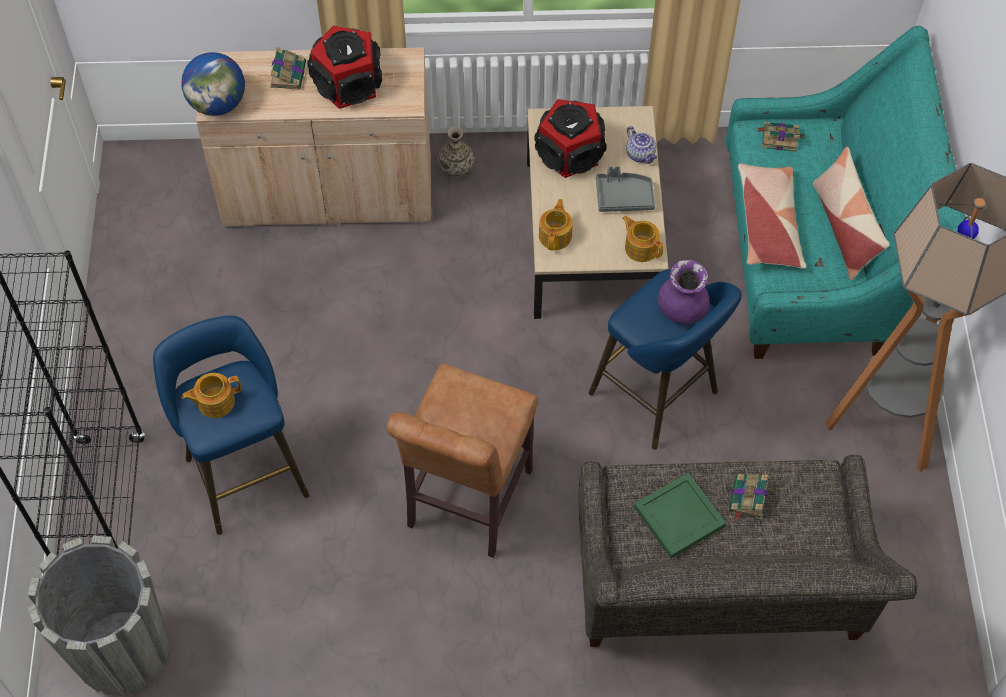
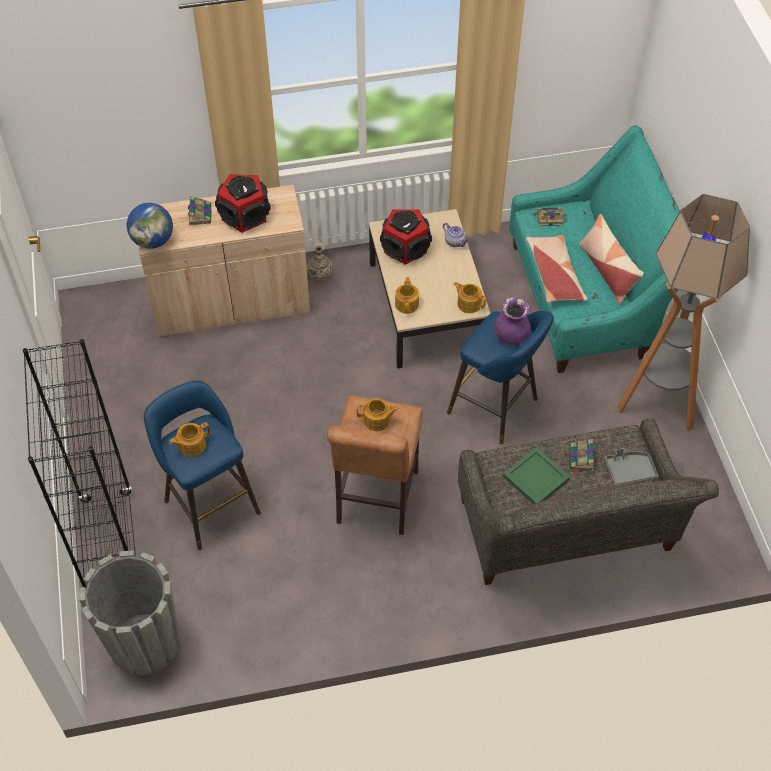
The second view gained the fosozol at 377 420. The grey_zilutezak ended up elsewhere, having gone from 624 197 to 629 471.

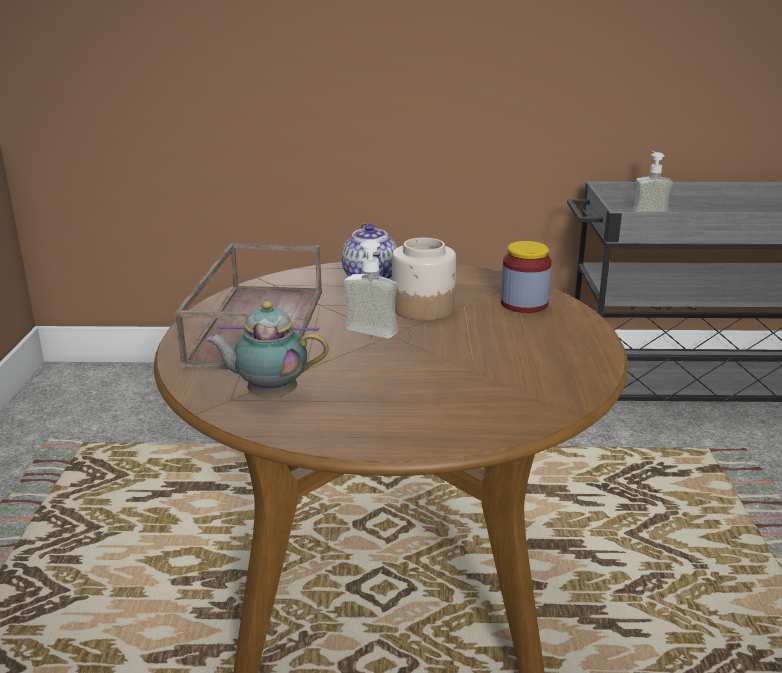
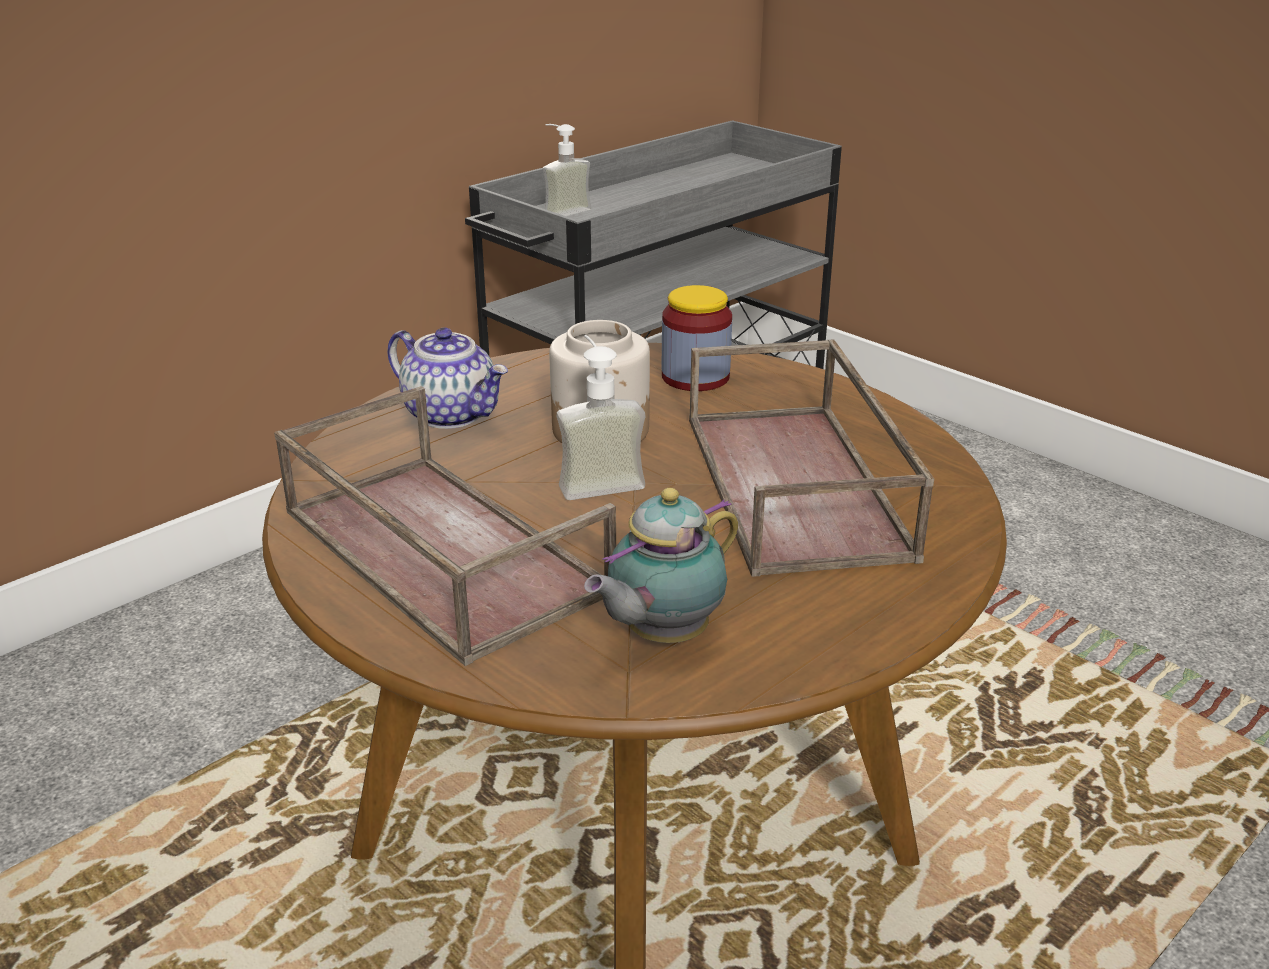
The second view gained the brown_zilutezak at 799 486.

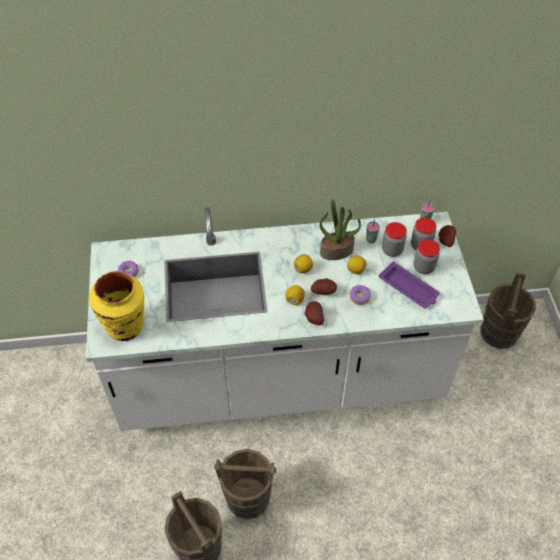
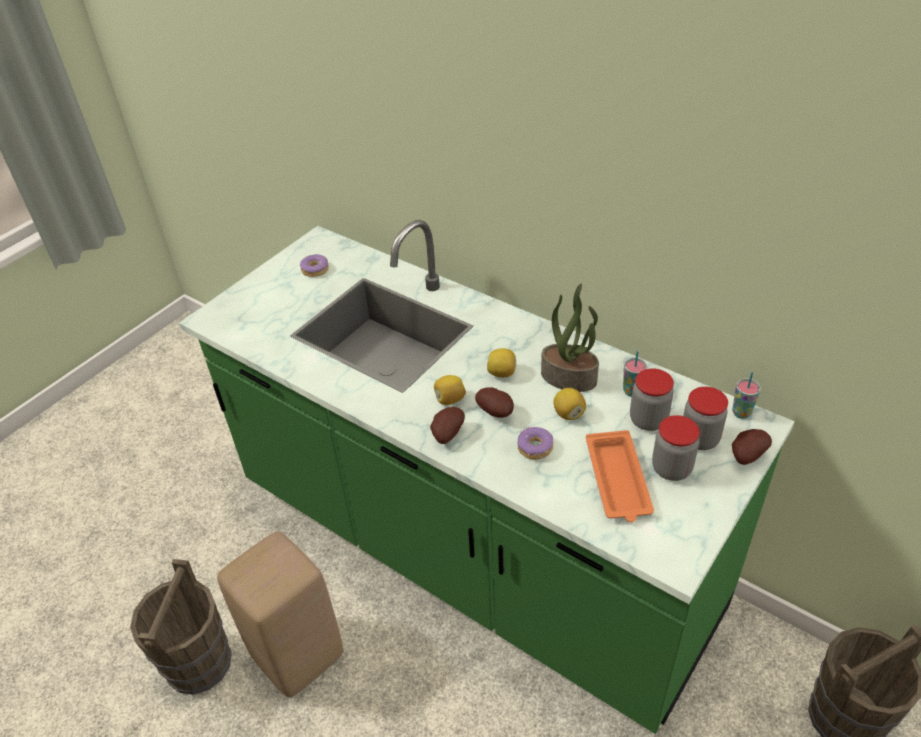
What was the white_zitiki at 280 377 turned into the green_zitiki at 471 549. Where the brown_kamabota stood at 247 497, the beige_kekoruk came to stand at 298 653. What was the purple_zilutezak at 409 288 turned into the orange_zilutezak at 618 481. The second view lost the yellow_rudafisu at 125 327.

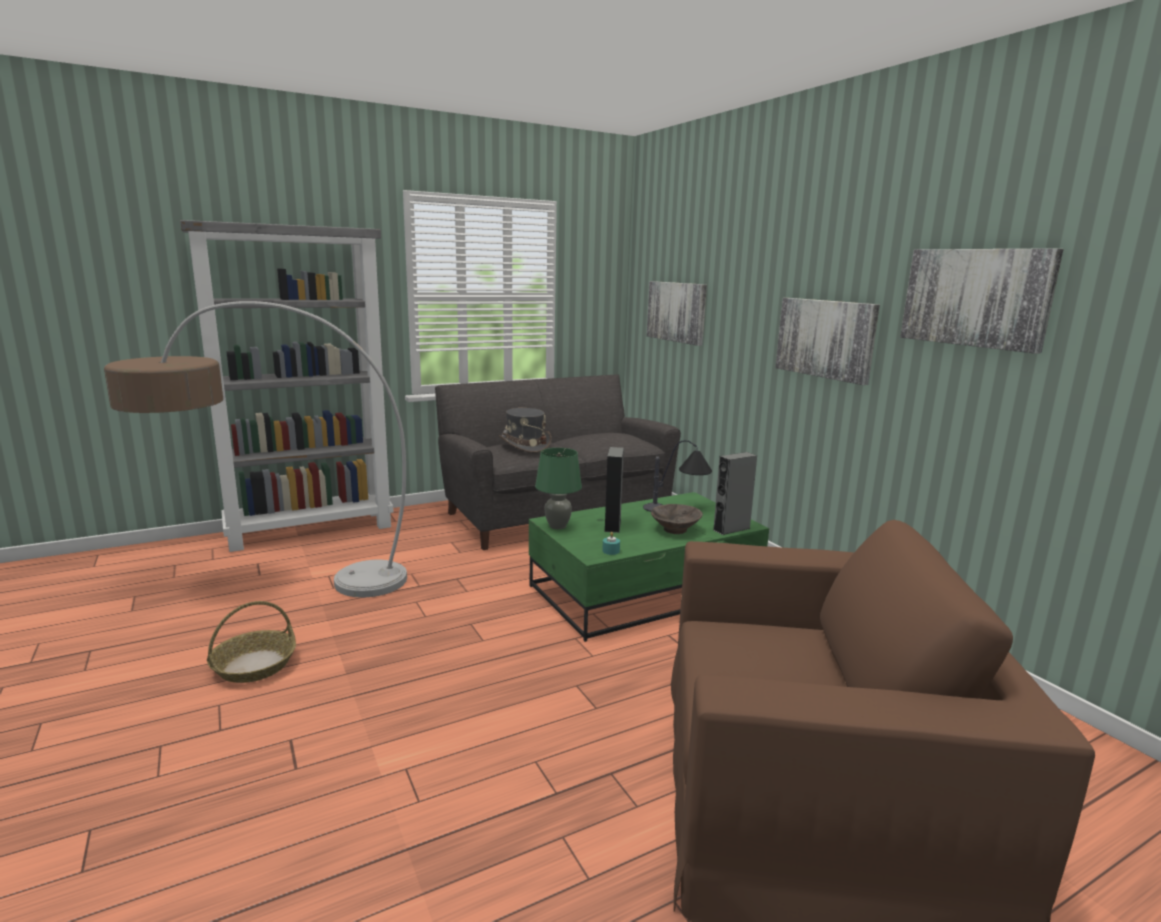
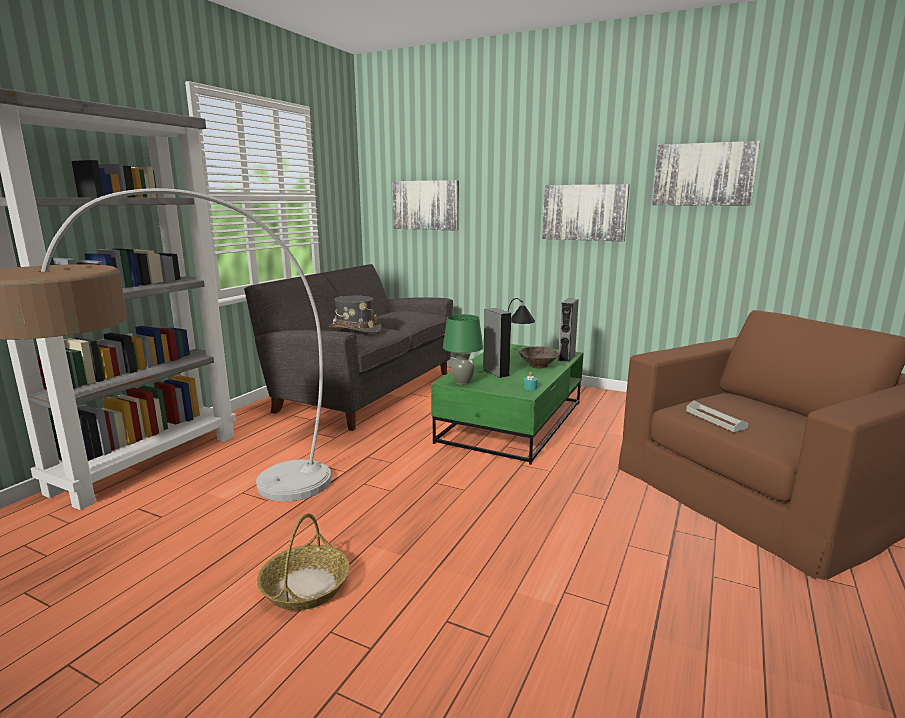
The second view gained the grey_zilutezak at 715 419.

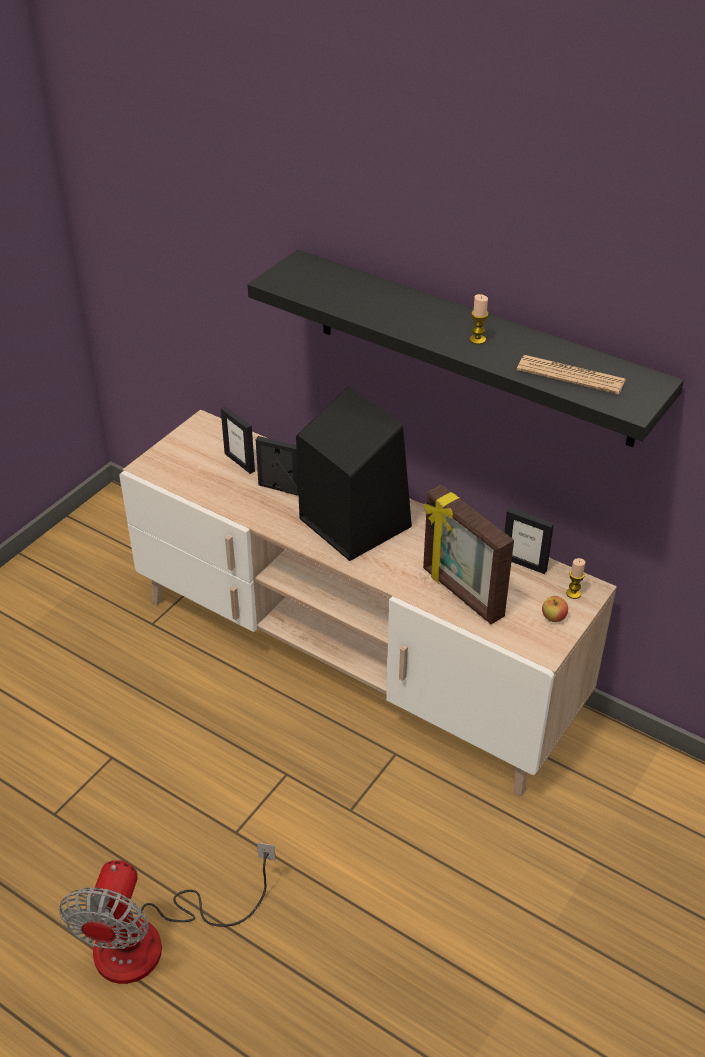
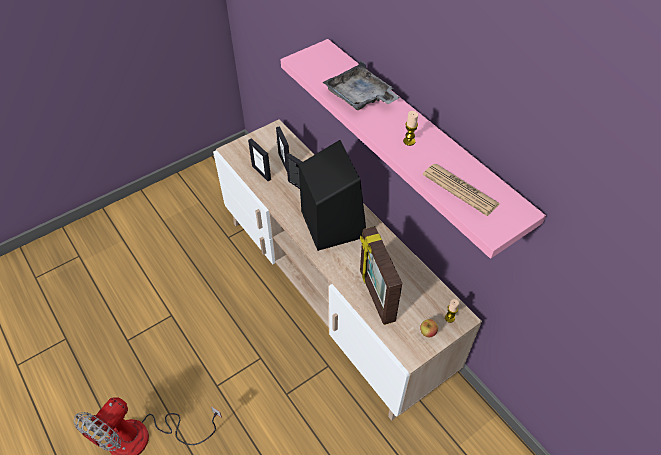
The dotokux ended up elsewhere, having gone from 524 563 to 261 172. What was the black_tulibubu at 472 348 turned into the pink_tulibubu at 418 139. The second view gained the grey_zilutezak at 360 97.

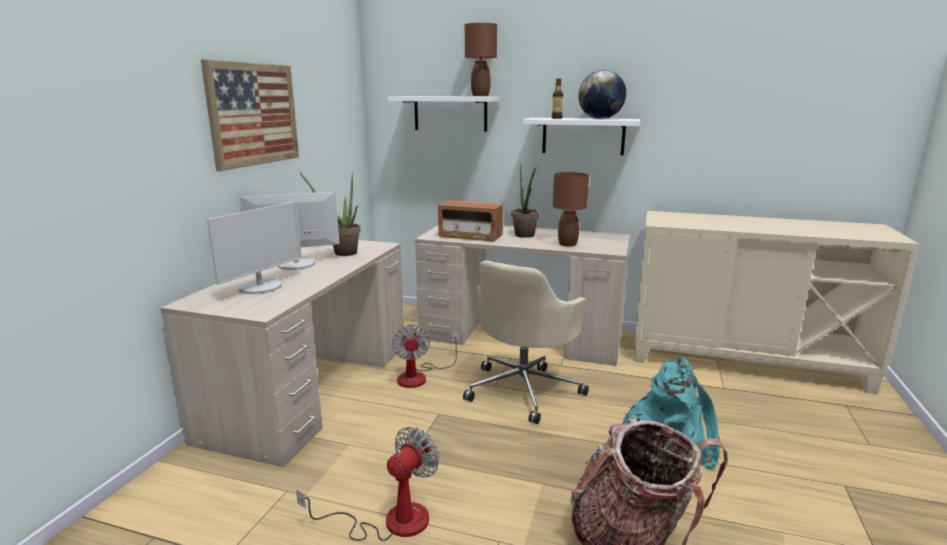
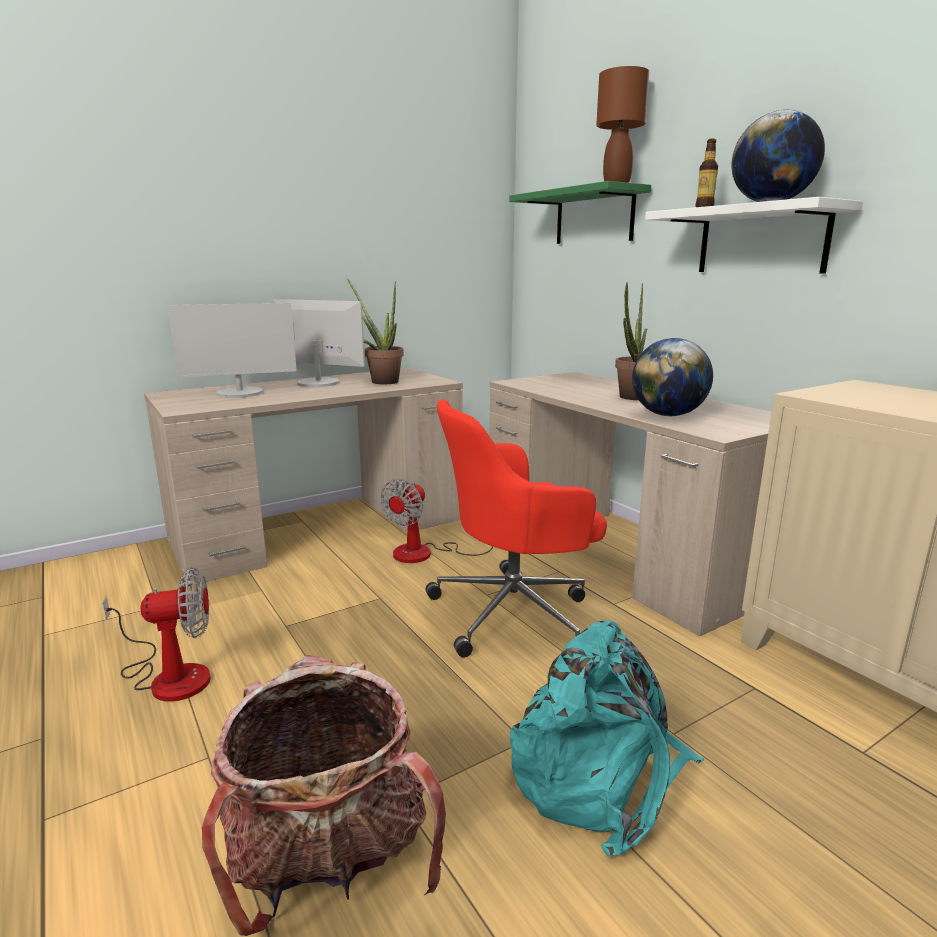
What was the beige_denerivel at 524 389 turned into the red_denerivel at 515 612. What was the white_tulibubu at 450 113 turned into the green_tulibubu at 594 217. Where the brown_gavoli stood at 568 244, the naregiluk came to stand at 668 415. The second view lost the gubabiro at 254 114. The second view lost the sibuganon at 470 236.

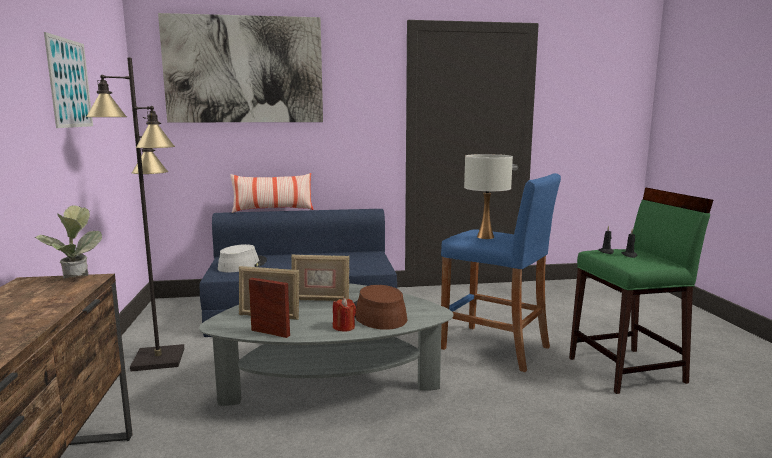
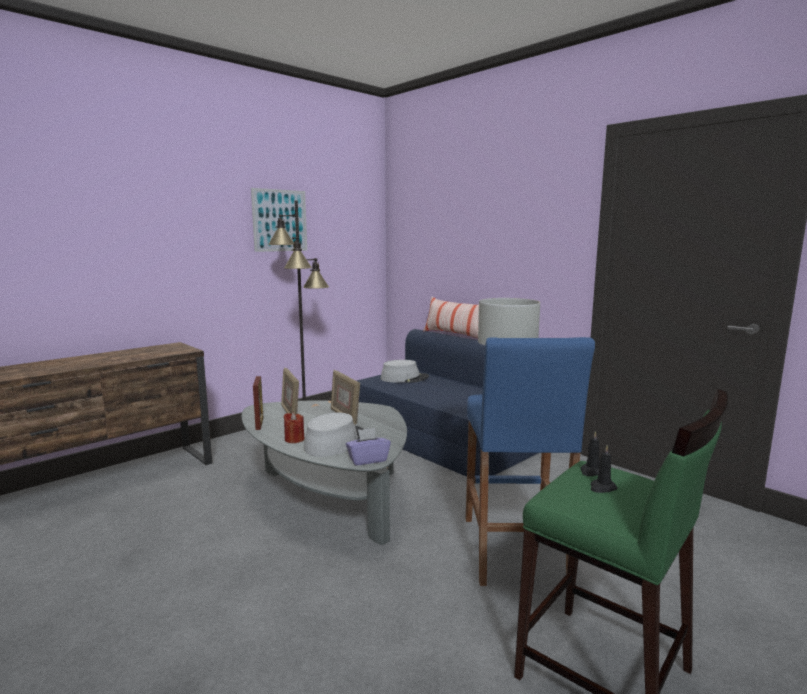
What was the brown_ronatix at 377 315 turned into the grey_ronatix at 335 442. The second view gained the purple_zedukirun at 368 459. The second view lost the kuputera at 75 280. The second view lost the gubabiro at 244 70.

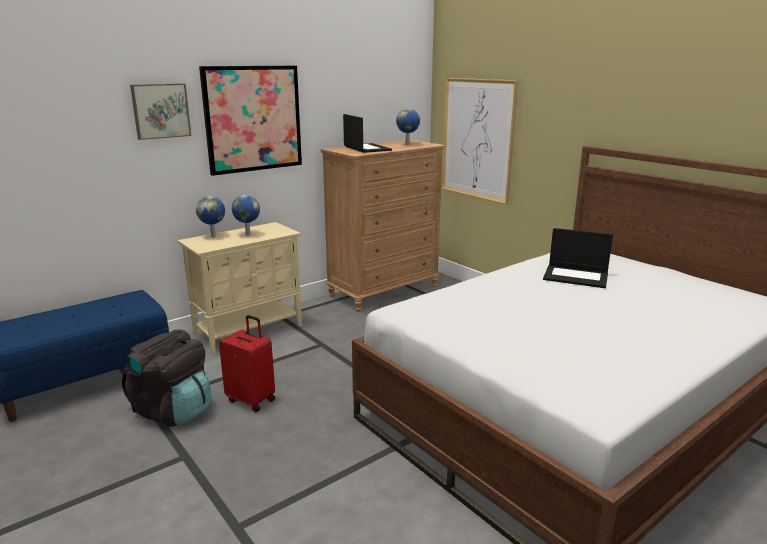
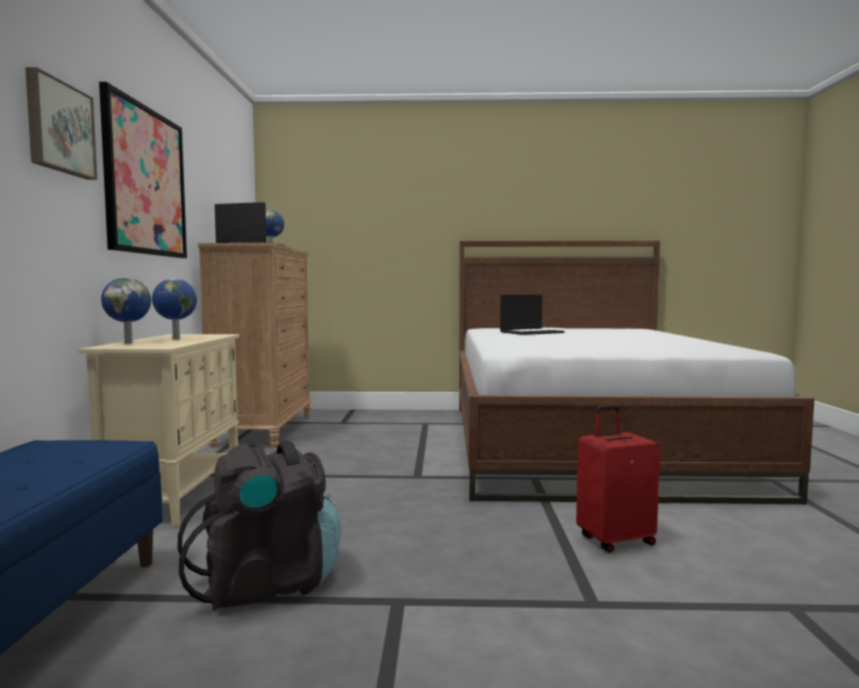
The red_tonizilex ended up elsewhere, having gone from 252 400 to 615 540. The second view lost the gubabiro at 477 139.

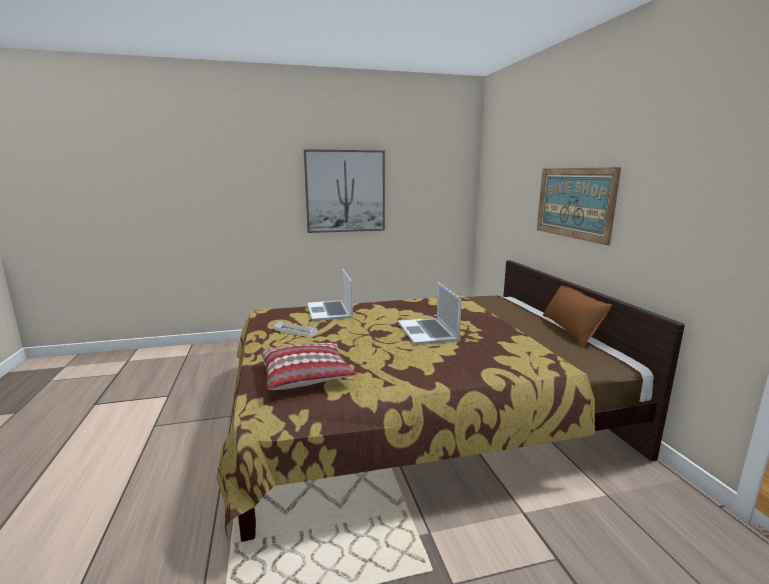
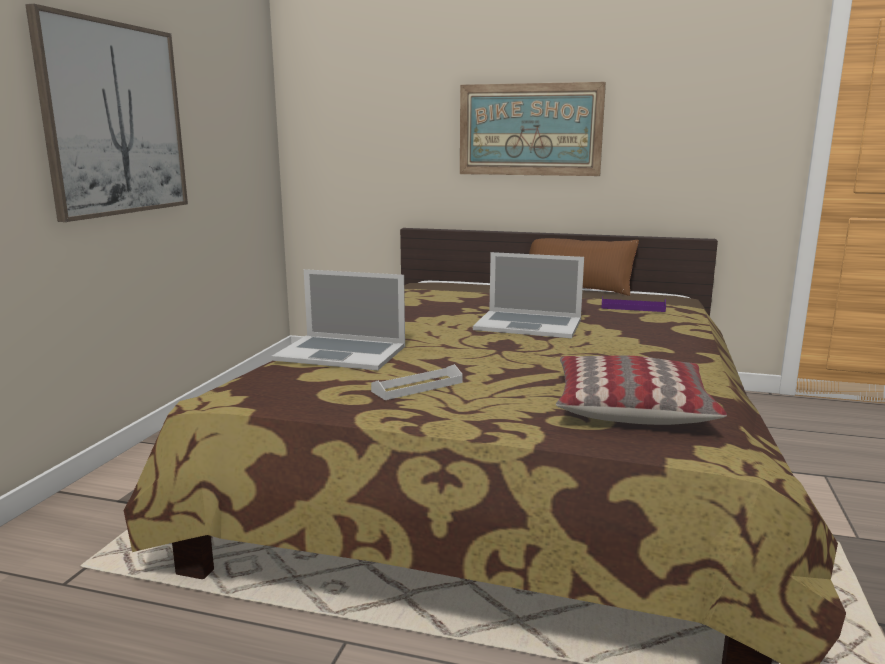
The second view gained the purple_zilutezak at 632 308.

